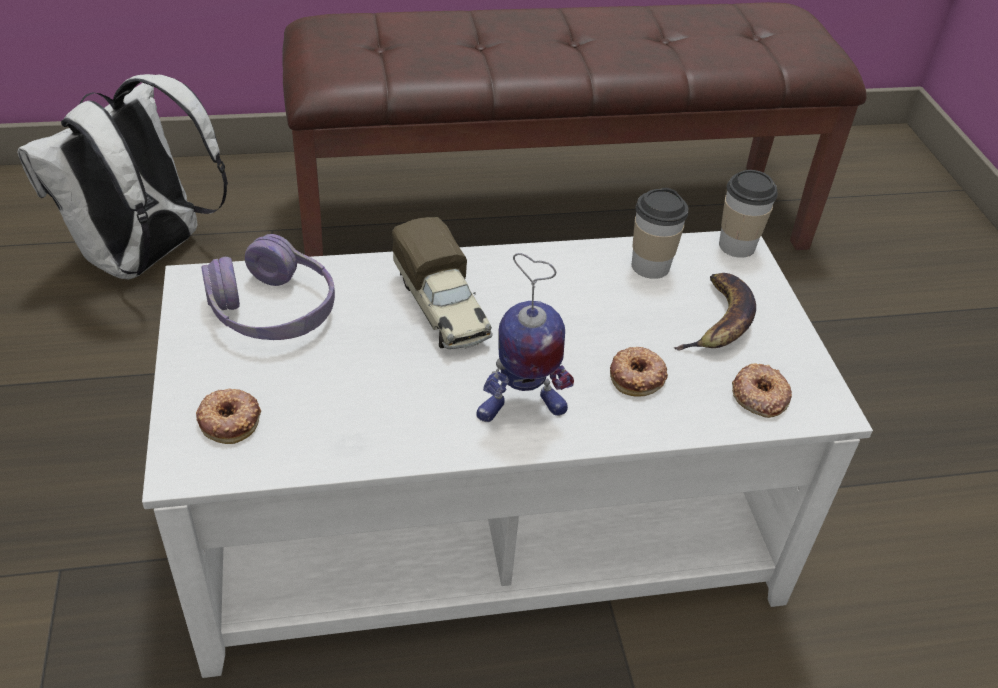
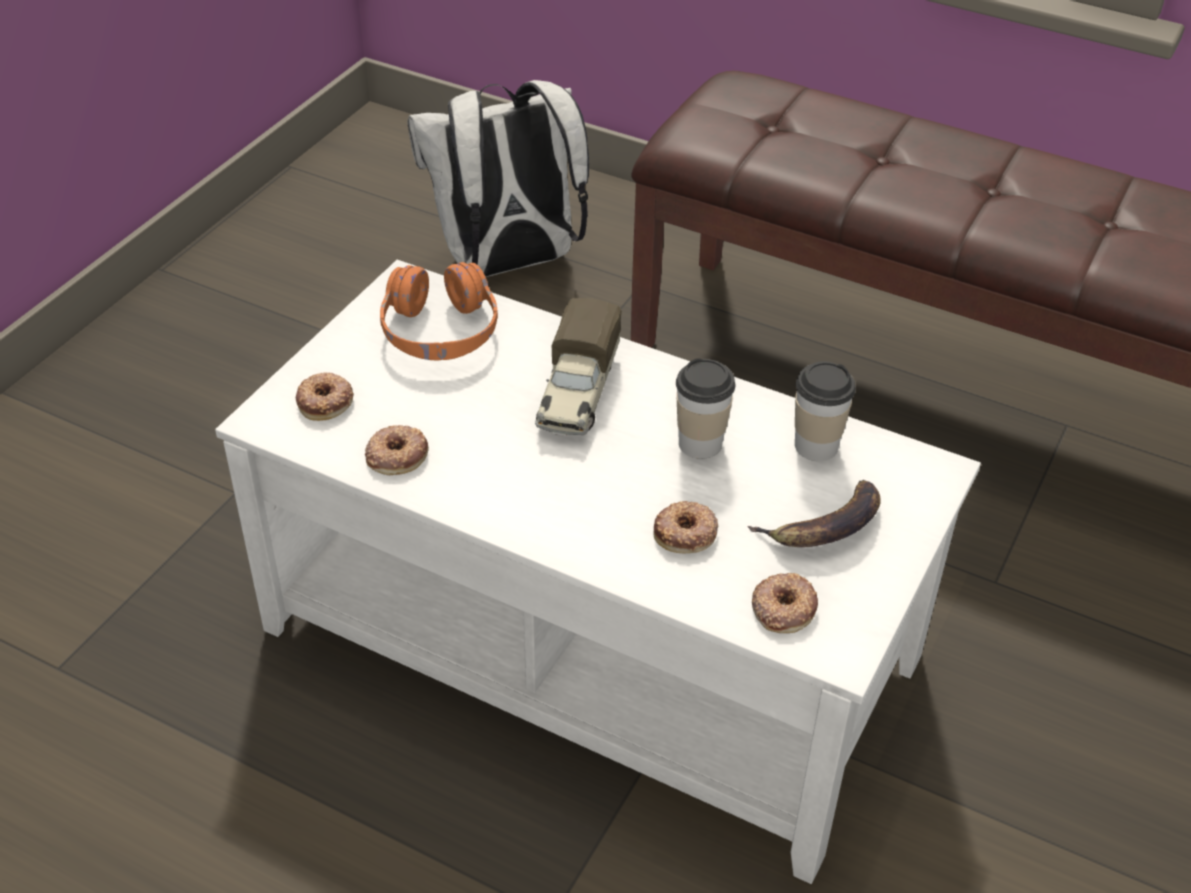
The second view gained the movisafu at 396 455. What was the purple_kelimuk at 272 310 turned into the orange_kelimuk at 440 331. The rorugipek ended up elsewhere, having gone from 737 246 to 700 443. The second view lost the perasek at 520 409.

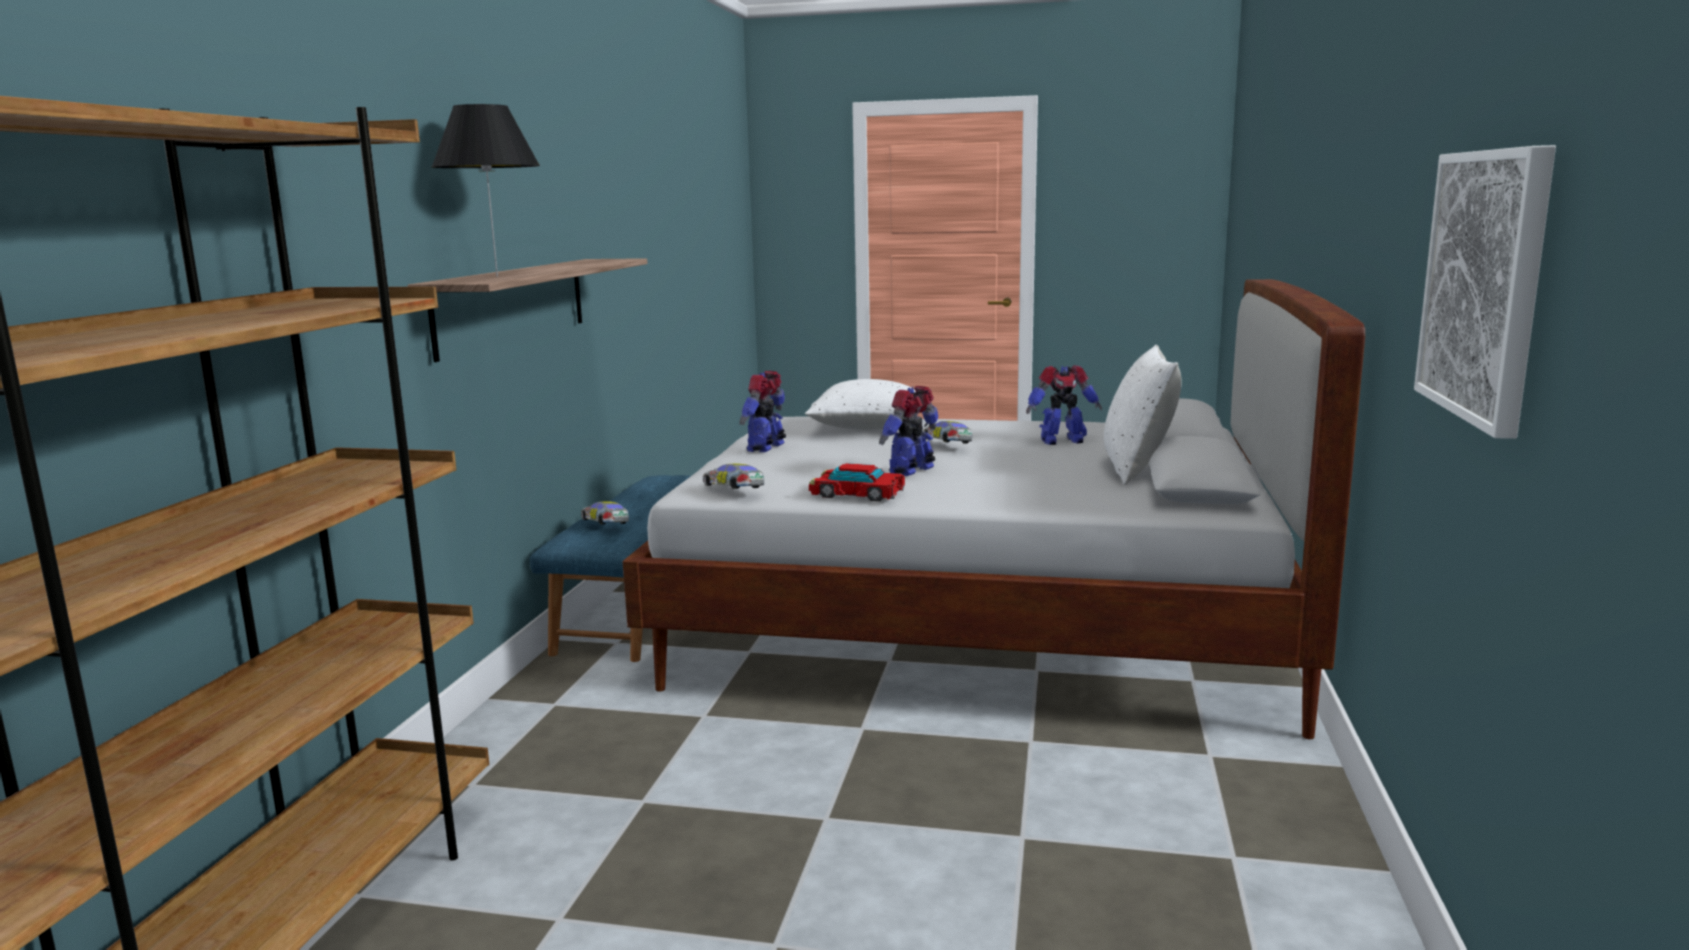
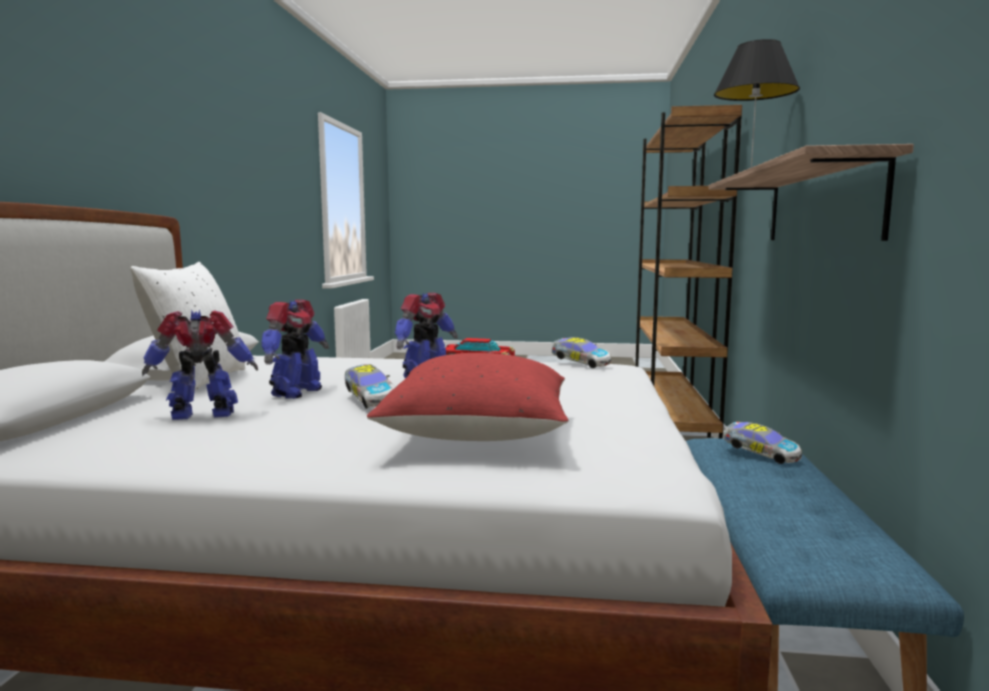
The perasek ended up elsewhere, having gone from 767 448 to 295 392. What was the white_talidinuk at 867 427 turned into the red_talidinuk at 477 433. The second view lost the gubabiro at 1485 284.

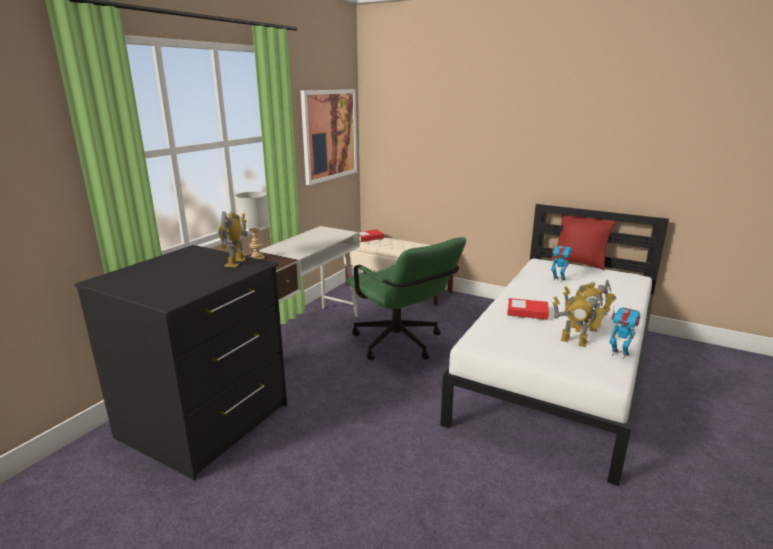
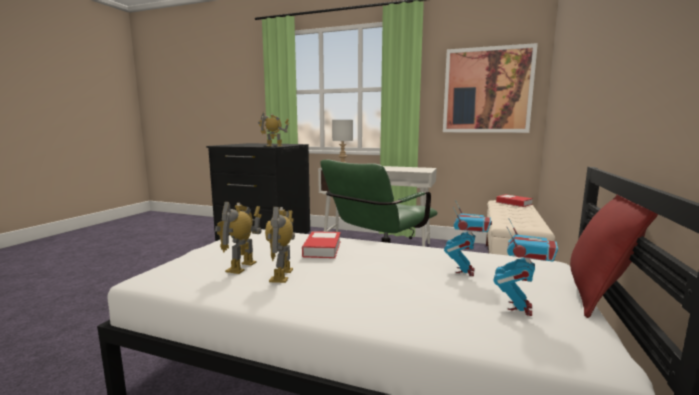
The perasek ended up elsewhere, having gone from 619 354 to 520 308.

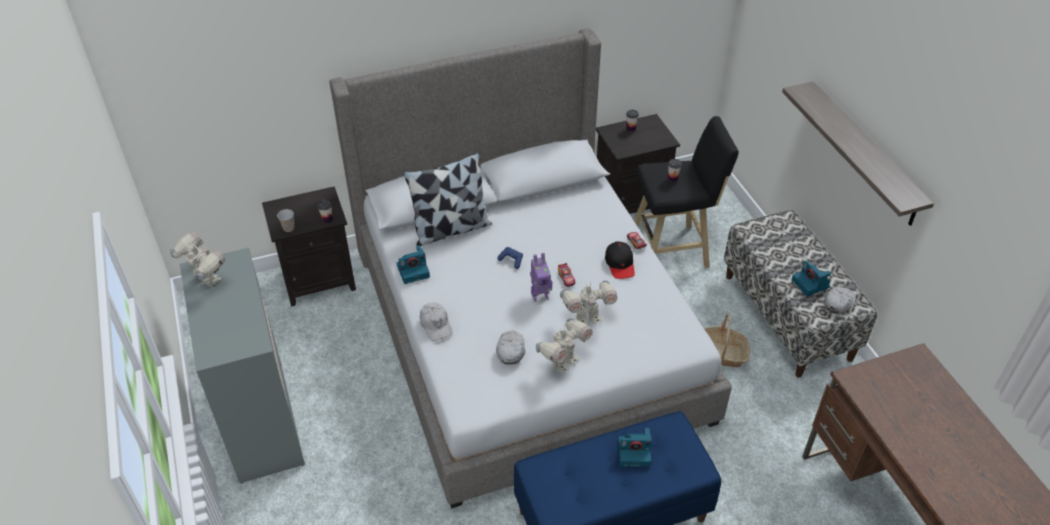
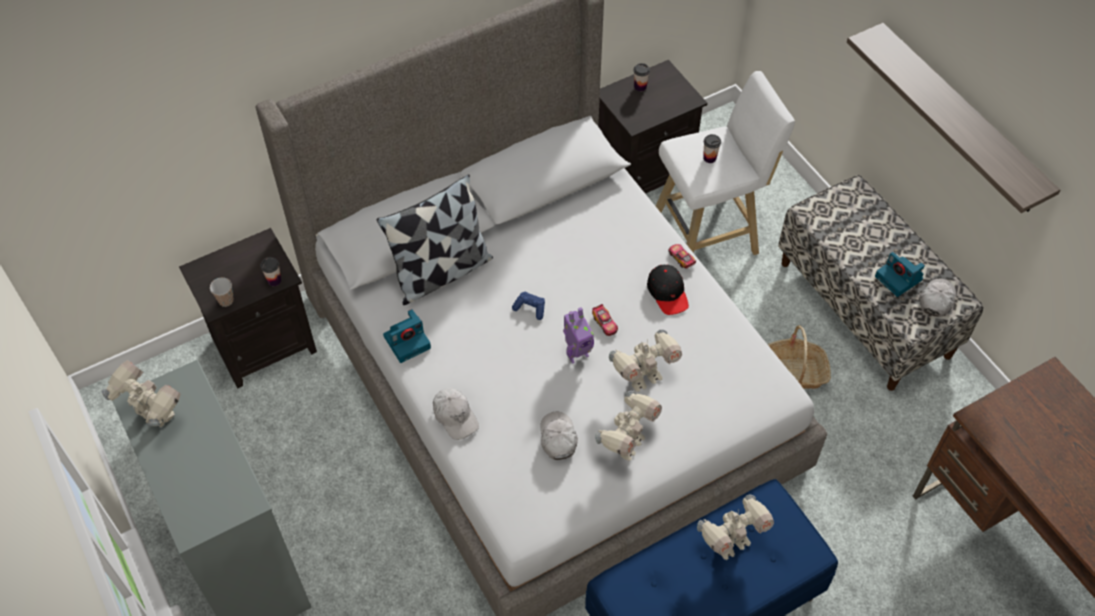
What was the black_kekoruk at 672 250 turned into the white_kekoruk at 709 235. Where the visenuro stood at 635 452, the perasek came to stand at 730 543.

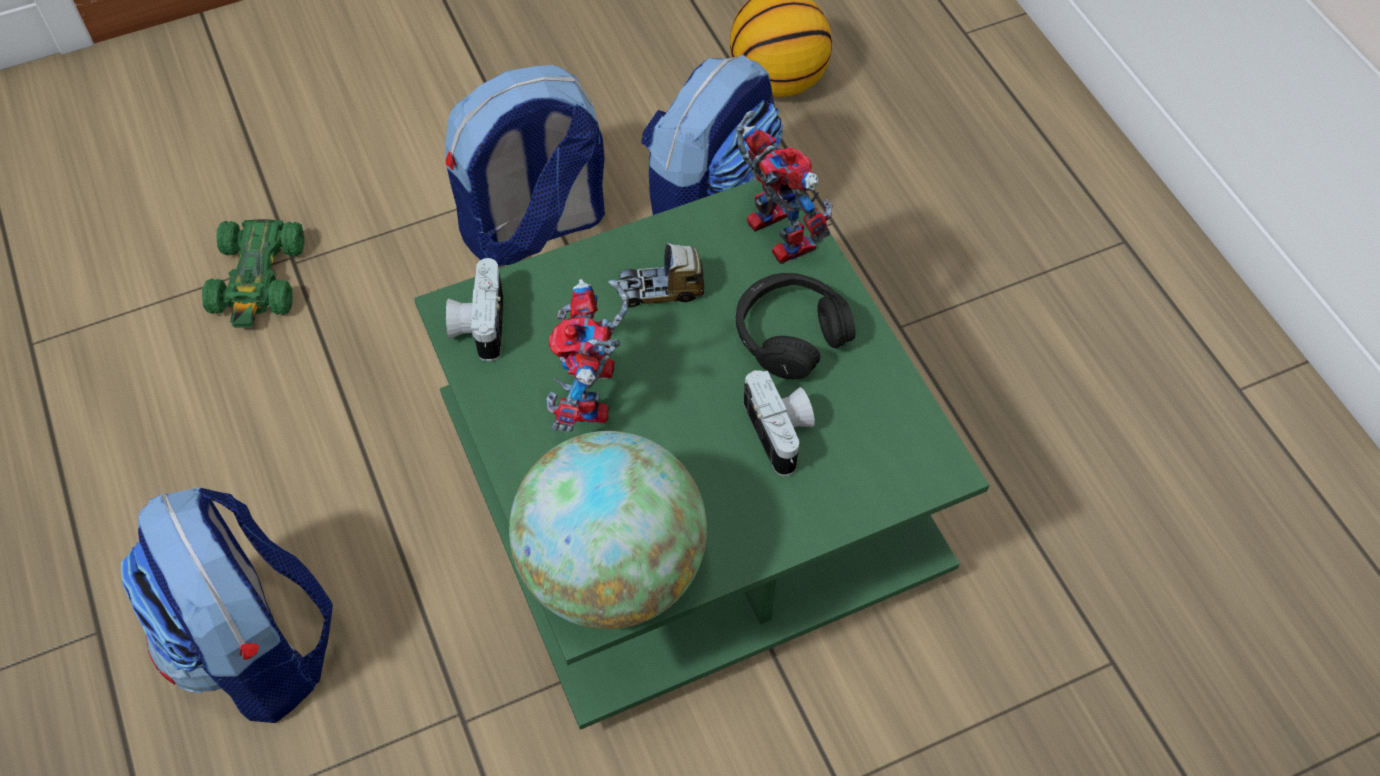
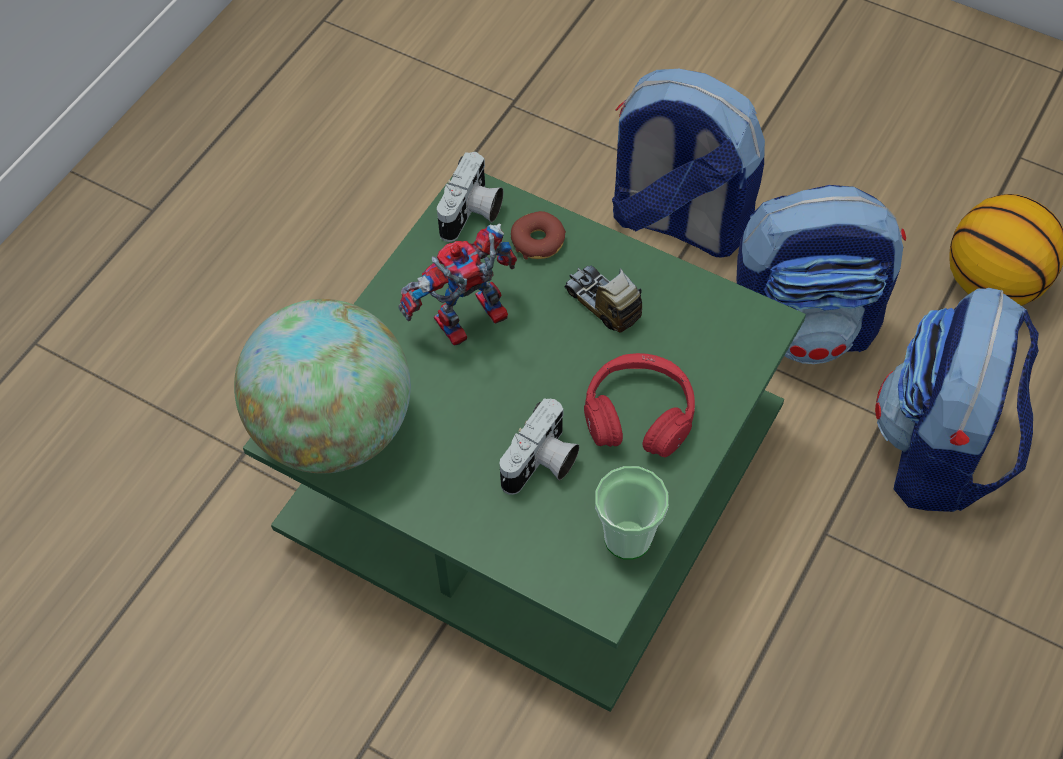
The visenuro at 478 323 ended up facing another way, 150 degrees clockwise from before. The second view gained the movisafu at 538 241. What was the black_kelimuk at 790 334 turned into the red_kelimuk at 639 414. The second view gained the rorugipek at 627 538. The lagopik ended up elsewhere, having gone from 258 646 to 939 451. The second view lost the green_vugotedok at 259 279. The second view lost the perasek at 771 232.

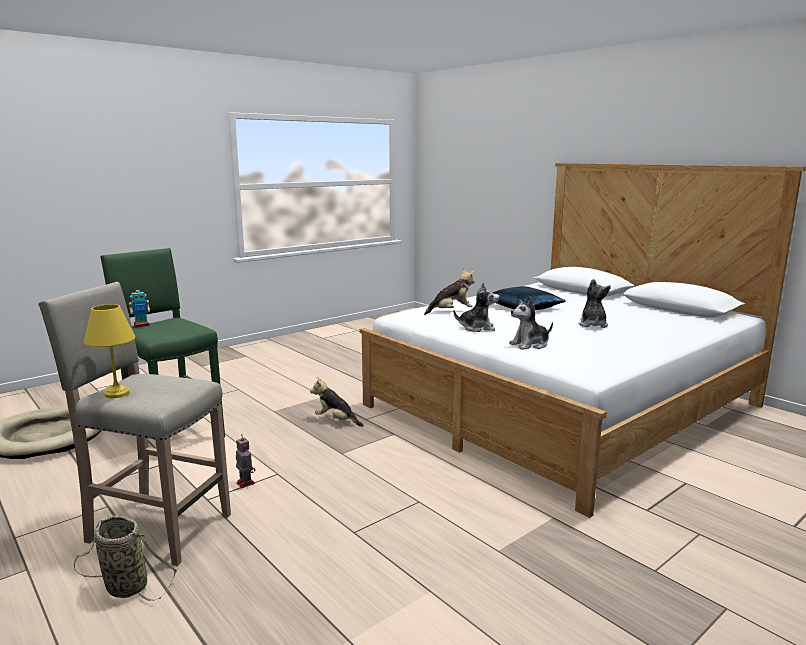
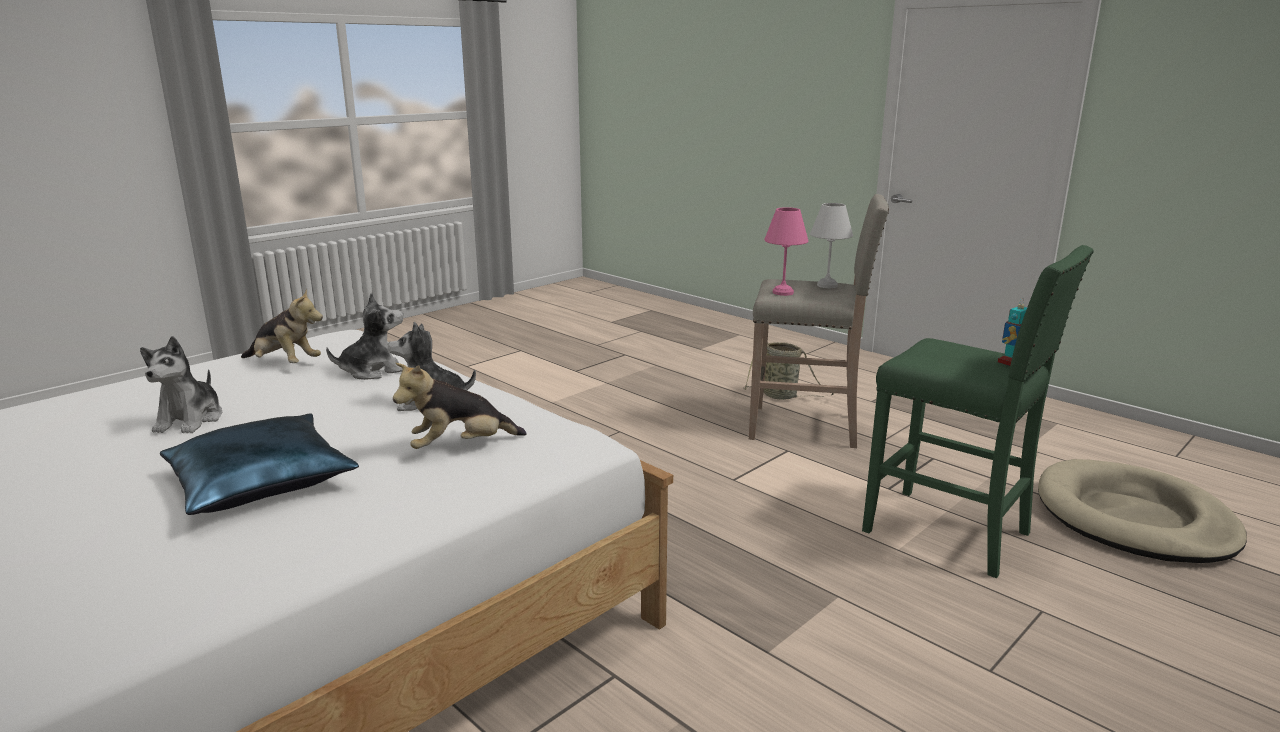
The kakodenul ended up elsewhere, having gone from 336 421 to 284 364. The second view gained the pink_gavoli at 782 292. What was the yellow_gavoli at 118 393 turned into the white_gavoli at 826 285. The second view lost the perasek at 245 482.

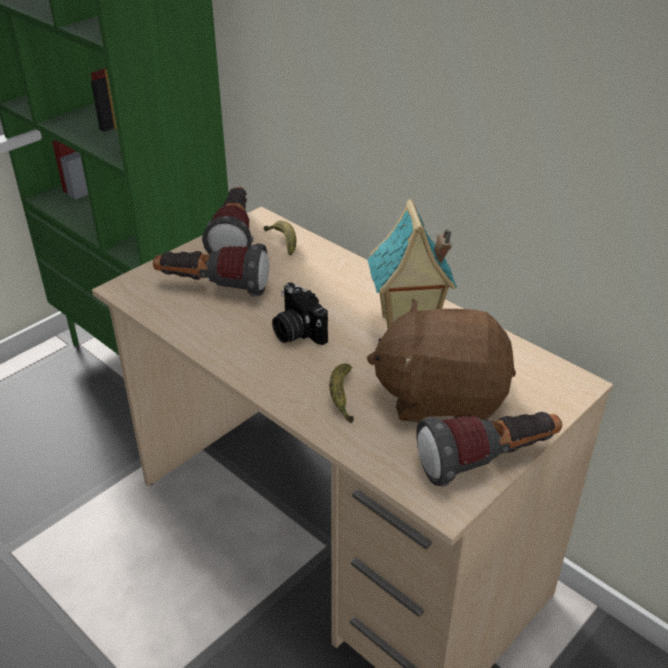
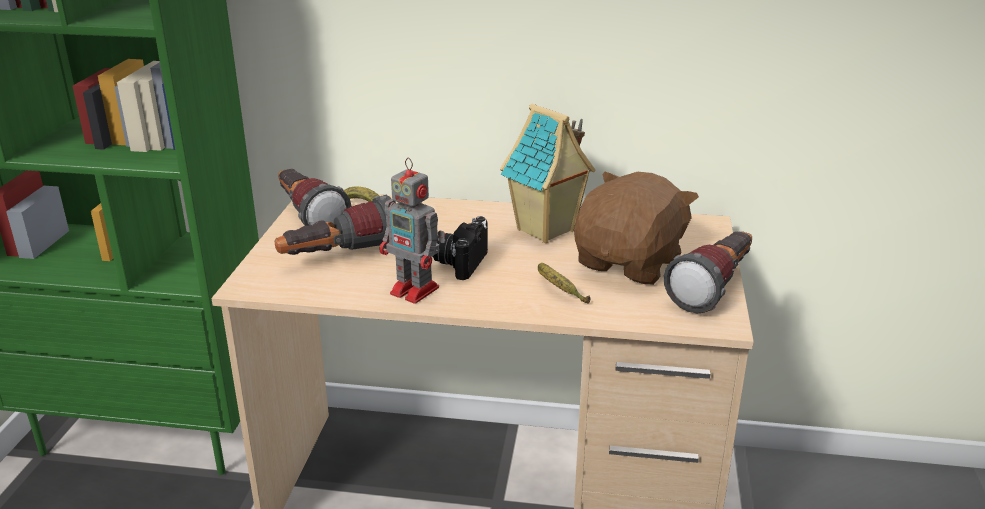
The second view gained the perasek at 416 291. The visenuro at 296 332 ended up facing another way, 90 degrees clockwise from before. The brown_kakodenul at 441 397 ended up facing another way, 150 degrees clockwise from before.

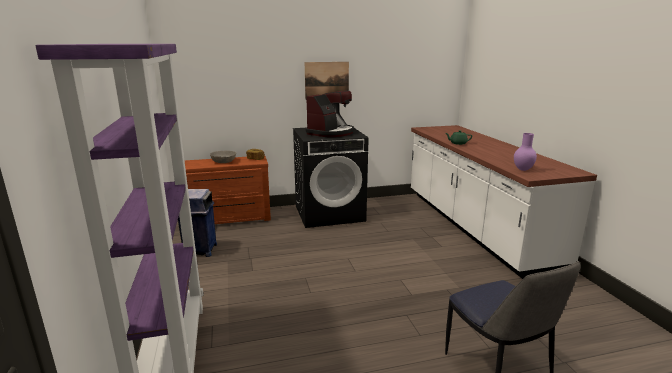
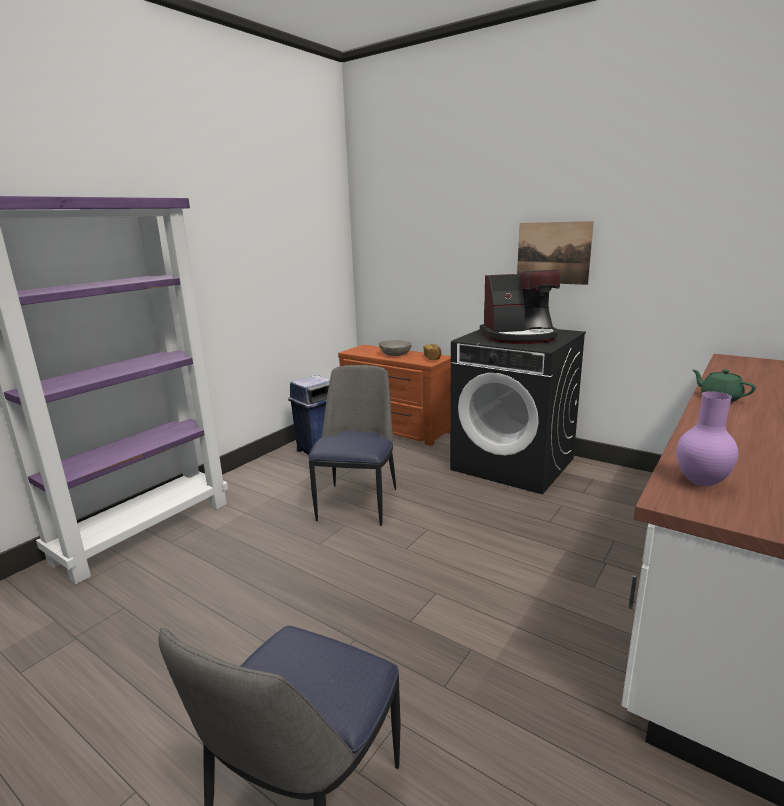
The second view gained the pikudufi at 358 502.

